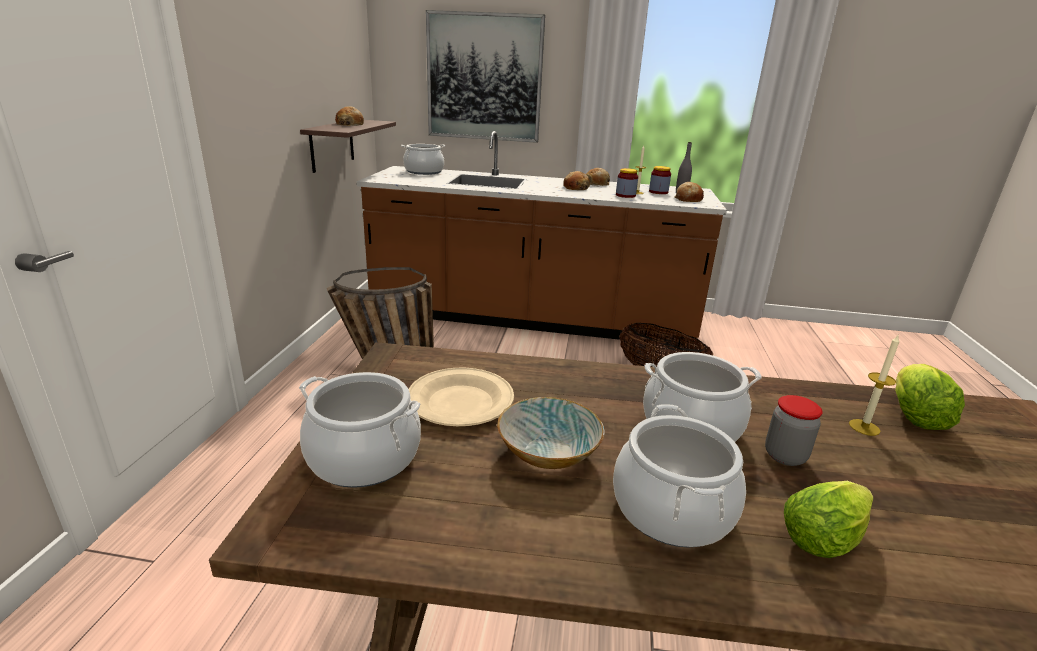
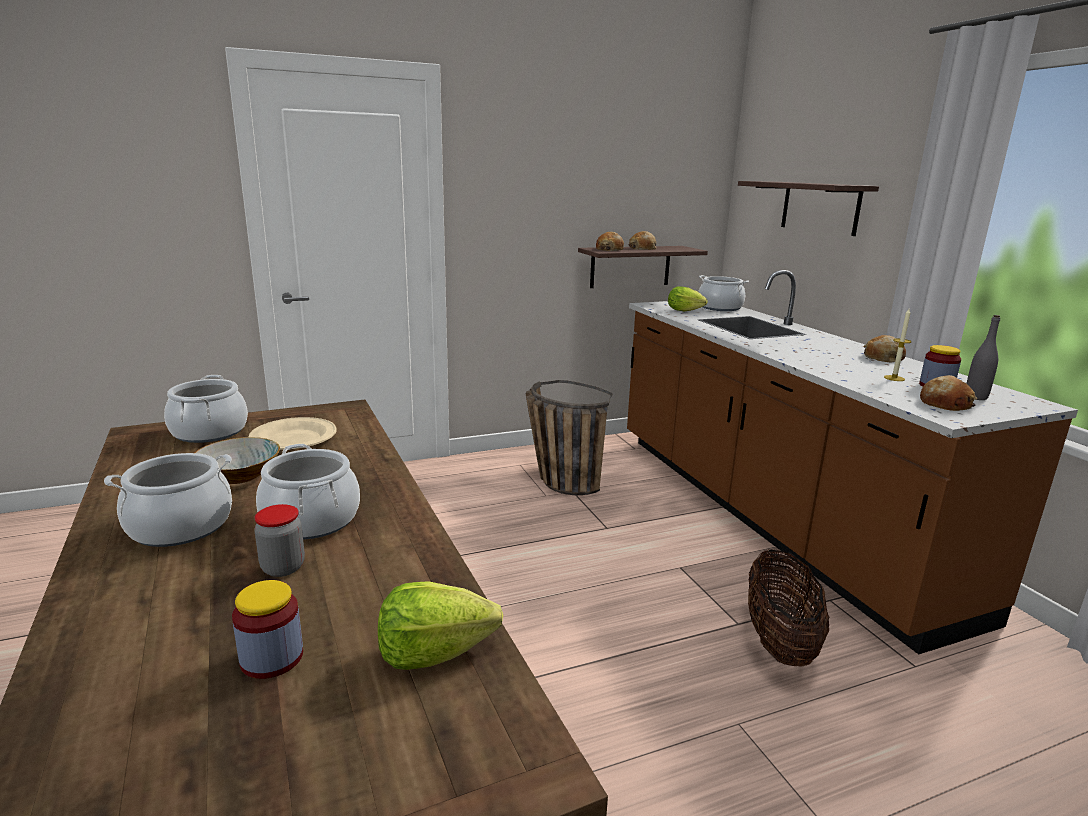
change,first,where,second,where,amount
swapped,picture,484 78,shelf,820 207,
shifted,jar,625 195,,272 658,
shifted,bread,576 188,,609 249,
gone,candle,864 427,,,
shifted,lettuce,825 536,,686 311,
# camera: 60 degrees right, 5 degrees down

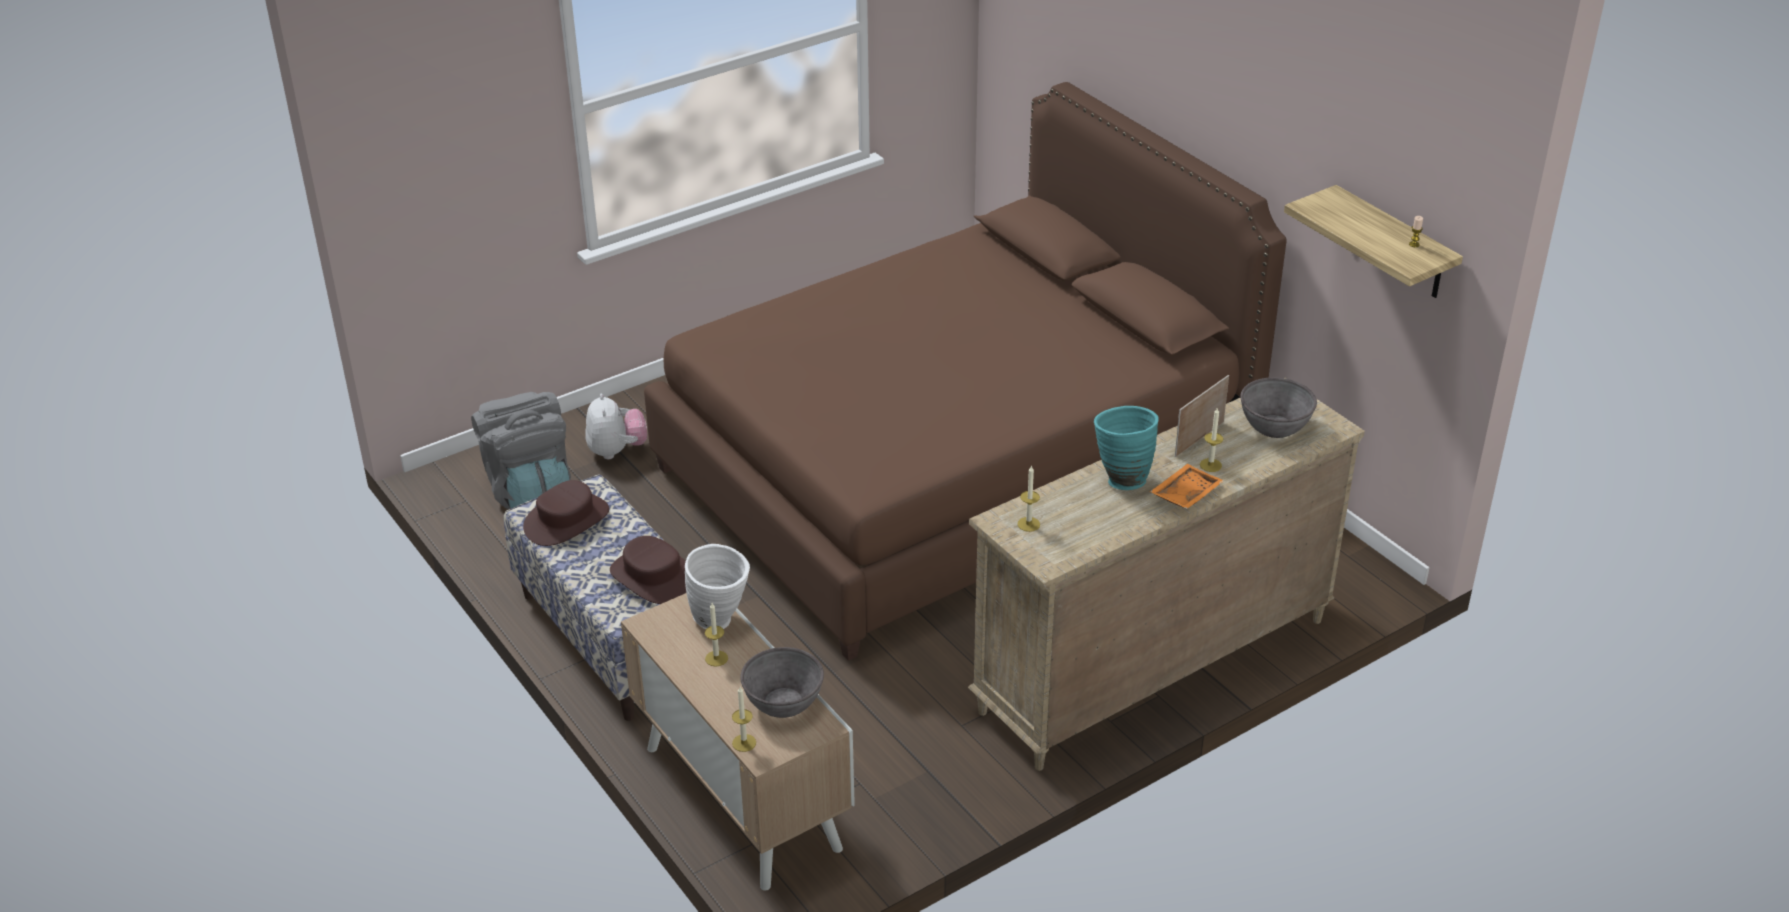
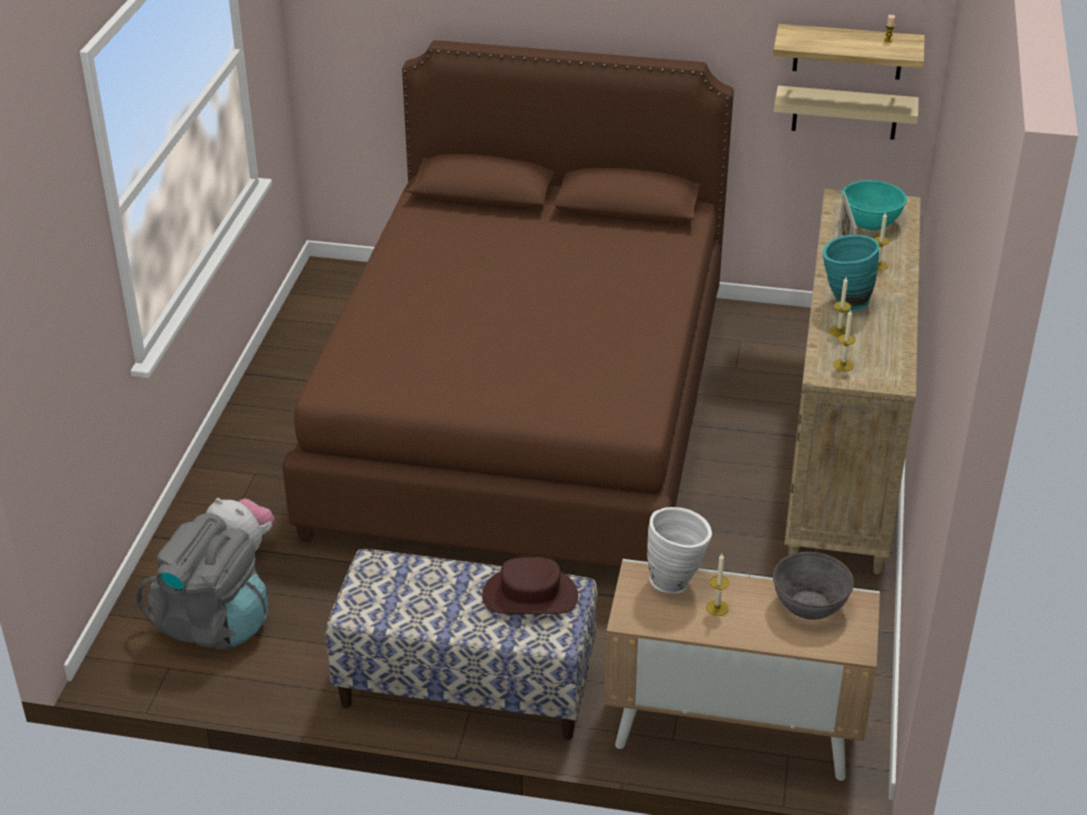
change,first,where,second,where,amount
repainted,bowl in grey,1275 426,bowl in turquoise,870 221,
gone,tray in orange,1184 494,,,
gone,hat in brown,567 520,,,
shifted,candle,744 743,,839 331,
new,,,shelf in beige,845 112,
# camera: 45 degrees left, 0 degrees up

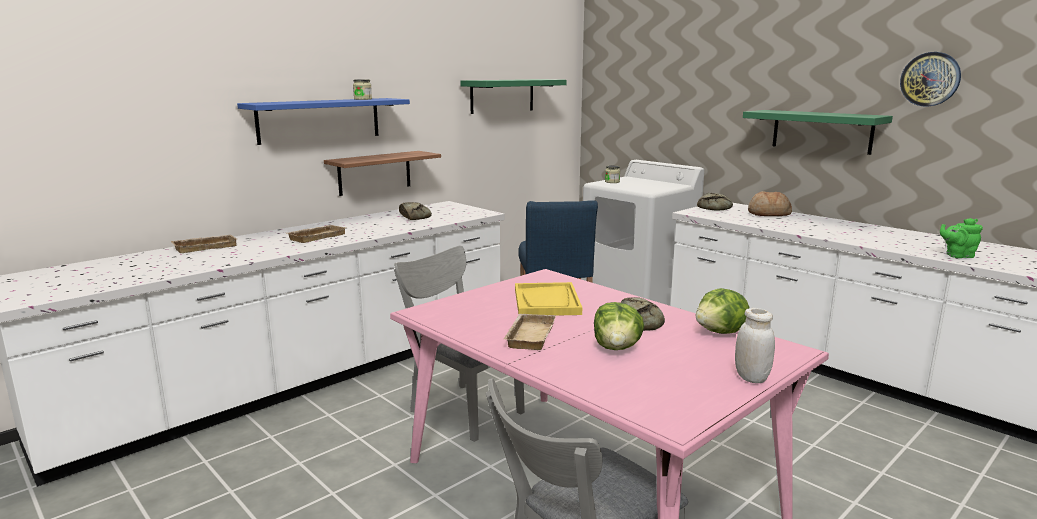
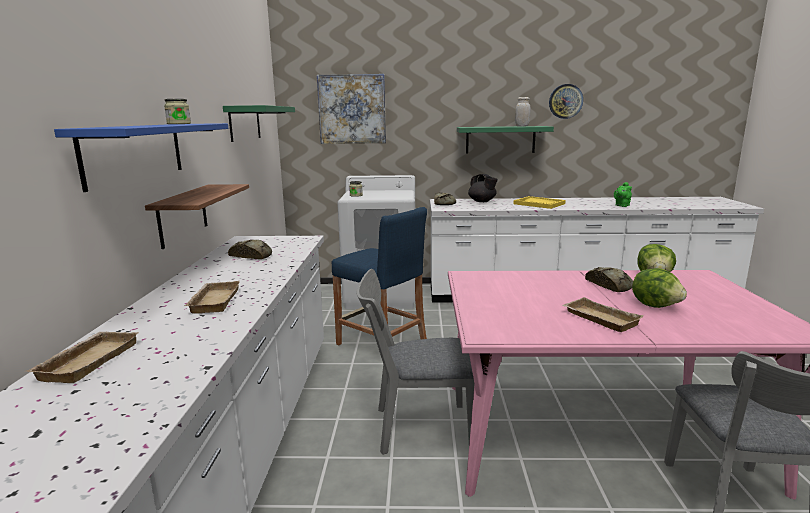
change,first,where,second,where,amount
swapped,bread,768 214,teapot in black,482 201,
shifted,tray in yellow,547 302,,539 204,
shifted,jar in white,751 378,,522 126,
new,,,picture,352 109,
# camera: 45 degrees left, 0 degrees up

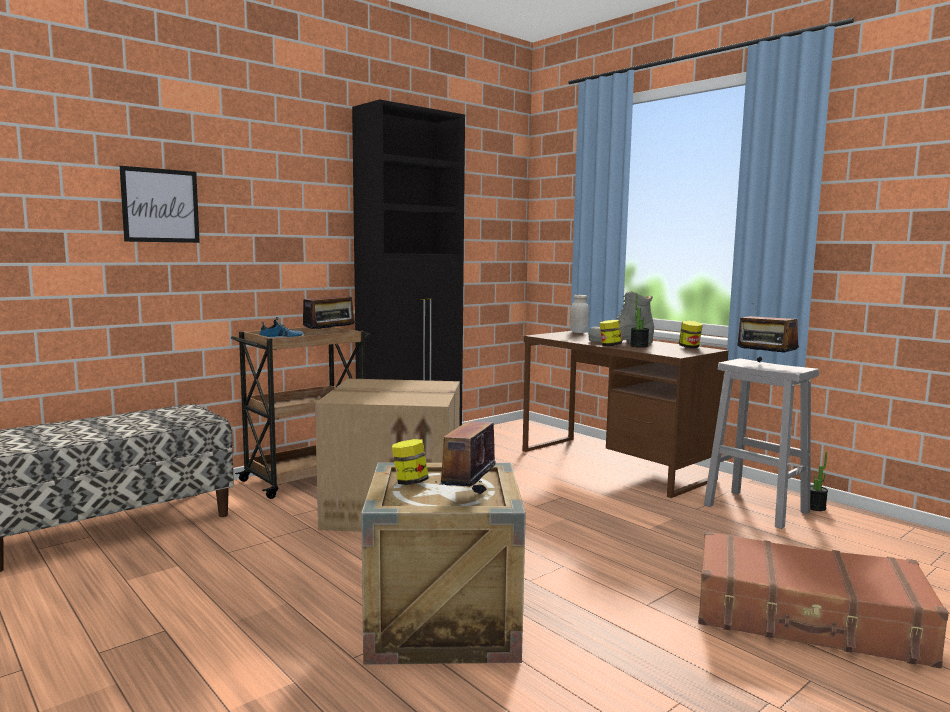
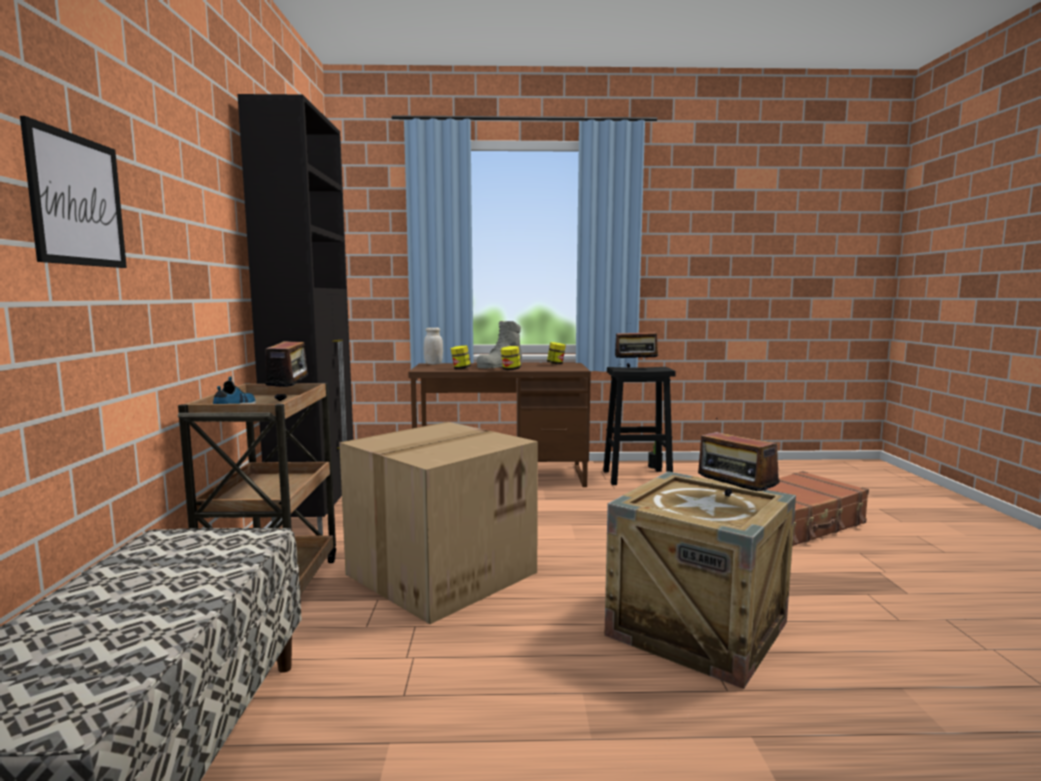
change,first,where,second,where,amount
gone,potted plant,639 346,,,
repainted,stool in white,758 509,stool in black,638 477,
shifted,jar,410 482,,460 369,
# camera: 50 degrees left, 0 degrees up

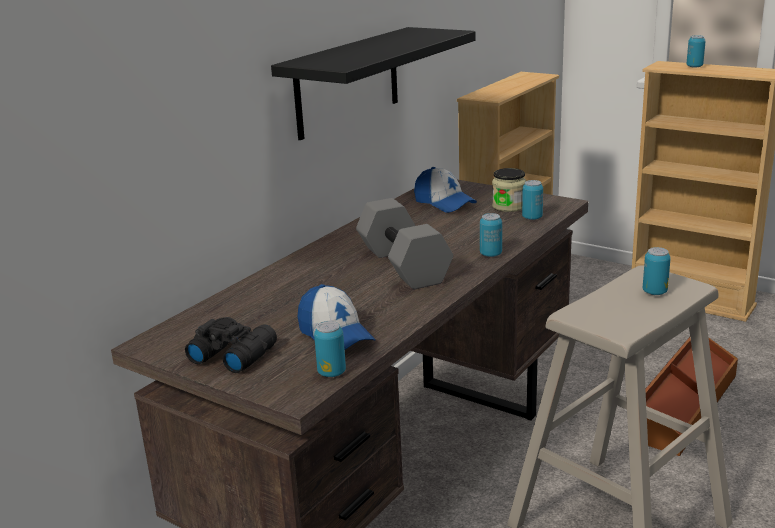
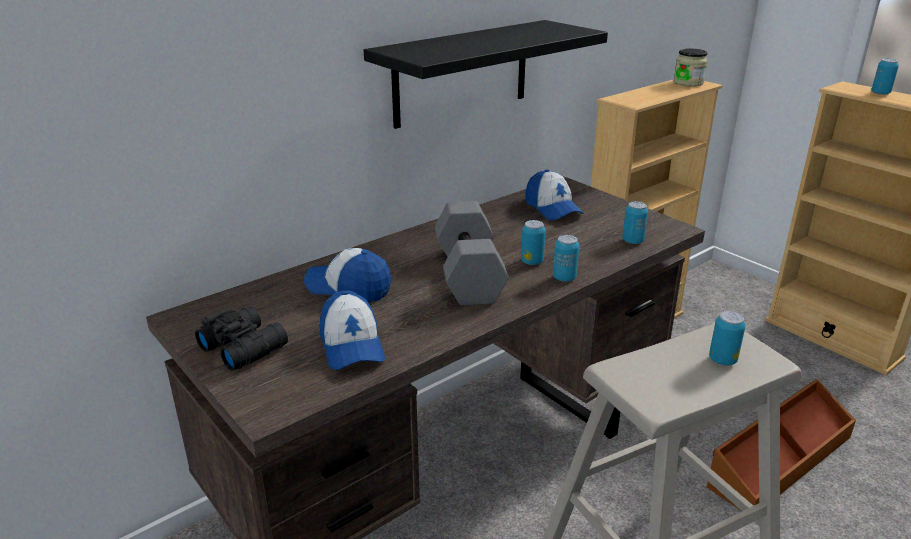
change,first,where,second,where,amount
shifted,jar,508 206,,688 83,
shifted,can,331 372,,532 261,
new,,,cap,349 287,
# camera: 15 degrees right, 5 degrees up

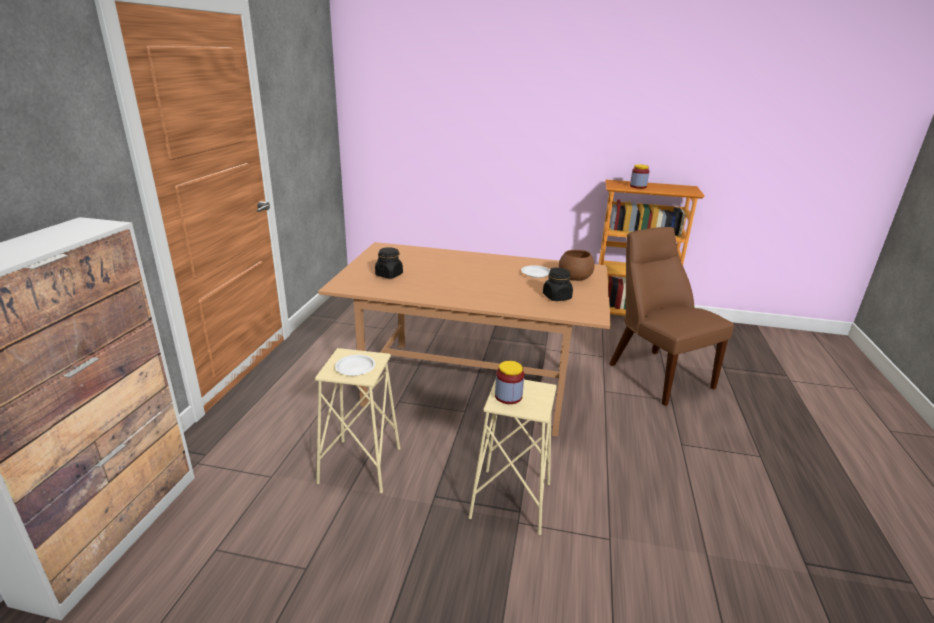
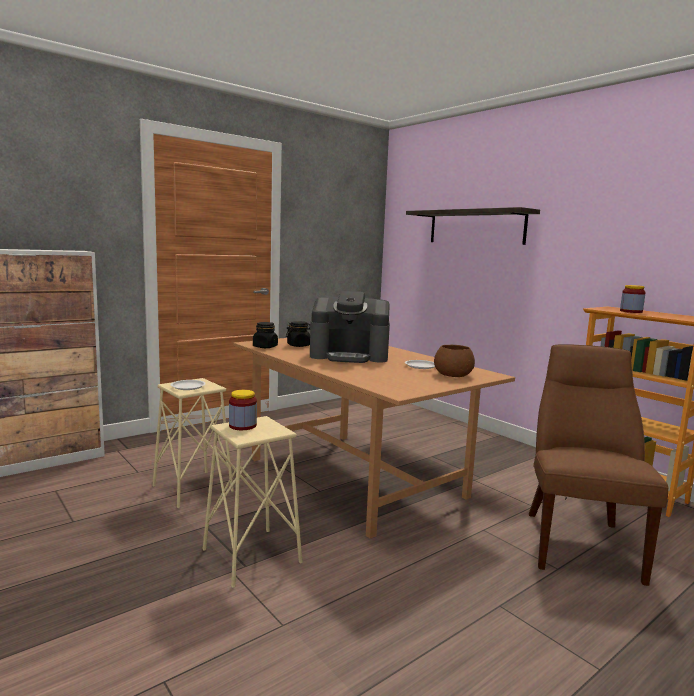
change,first,where,second,where,amount
shifted,jar in black,557 297,,265 347,
new,,,shelf,475 227,
new,,,coffee machine,350 355,
# camera: 40 degrees right, 15 degrees down

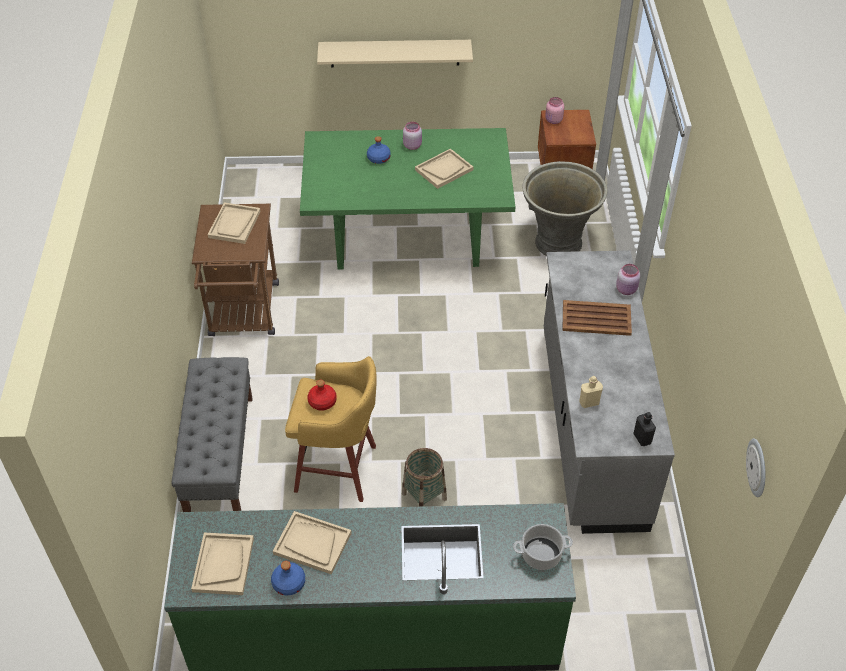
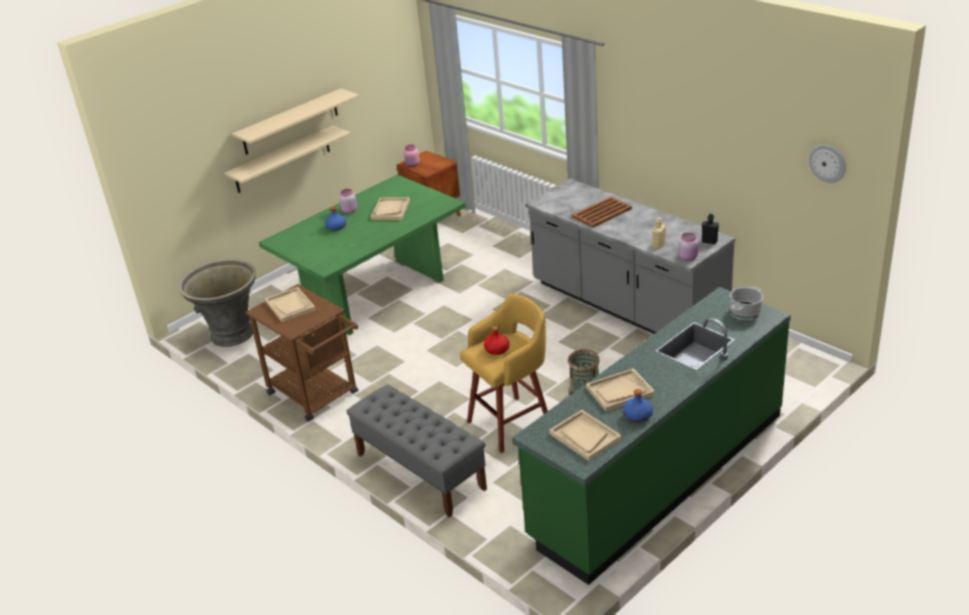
change,first,where,second,where,amount
shifted,planter in grey,558 242,,231 334,
shifted,jar in pink,627 290,,688 257,
new,,,shelf in beige,290 122,
# camera: 40 degrees left, 15 degrees down

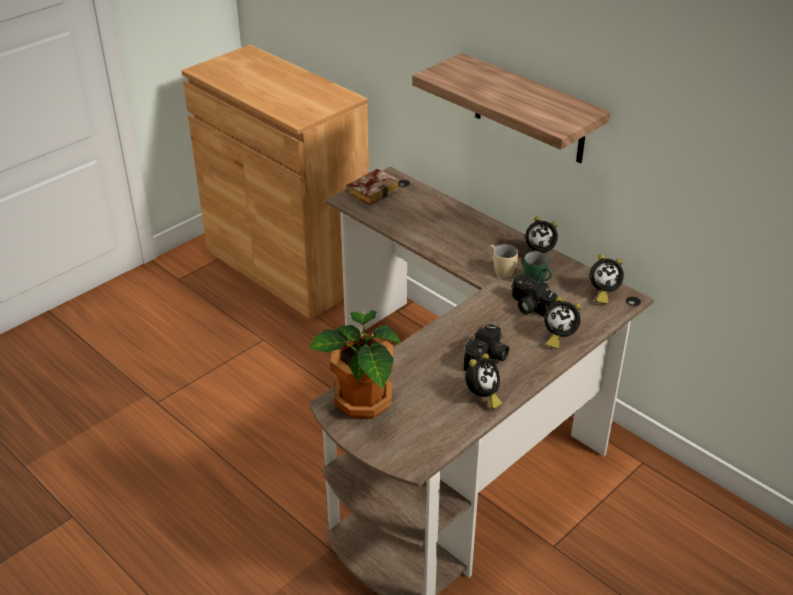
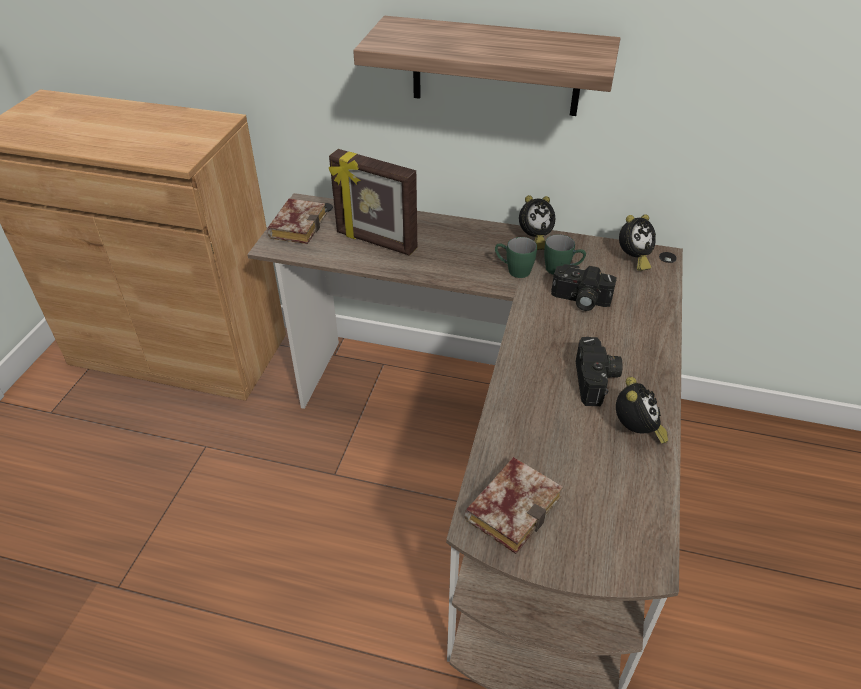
change,first,where,second,where,amount
repainted,mug in beige,500 270,mug in green,513 270,
gone,alarm clock,558 337,,,
swapped,potted plant,362 403,book,513 505,
new,,,picture frame,375 242,
# camera: 30 degrees left, 5 degrees up

